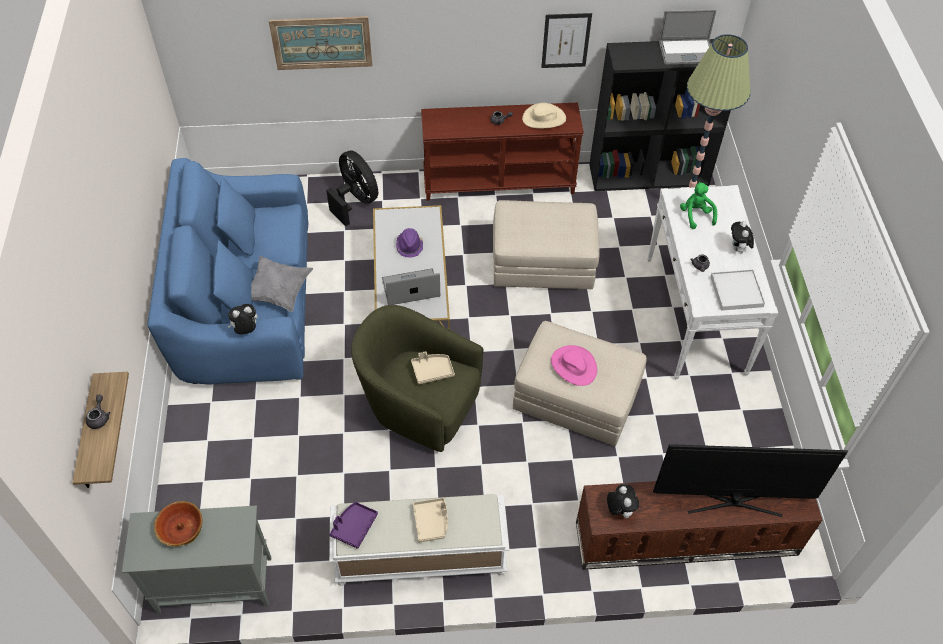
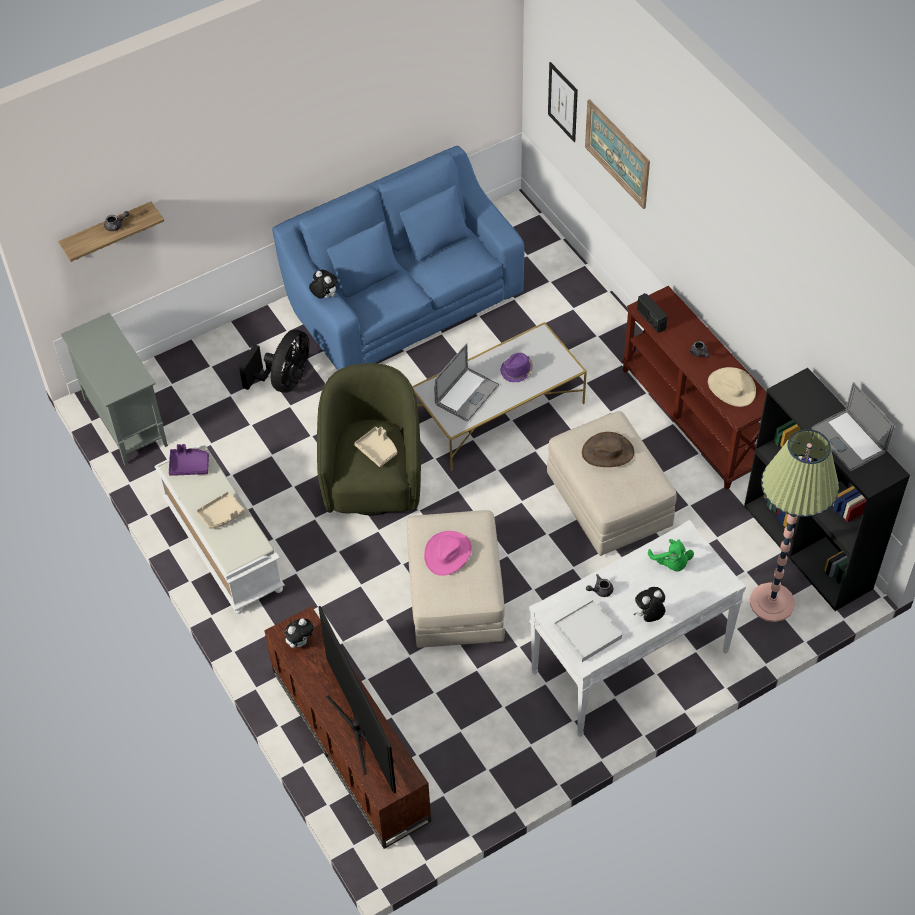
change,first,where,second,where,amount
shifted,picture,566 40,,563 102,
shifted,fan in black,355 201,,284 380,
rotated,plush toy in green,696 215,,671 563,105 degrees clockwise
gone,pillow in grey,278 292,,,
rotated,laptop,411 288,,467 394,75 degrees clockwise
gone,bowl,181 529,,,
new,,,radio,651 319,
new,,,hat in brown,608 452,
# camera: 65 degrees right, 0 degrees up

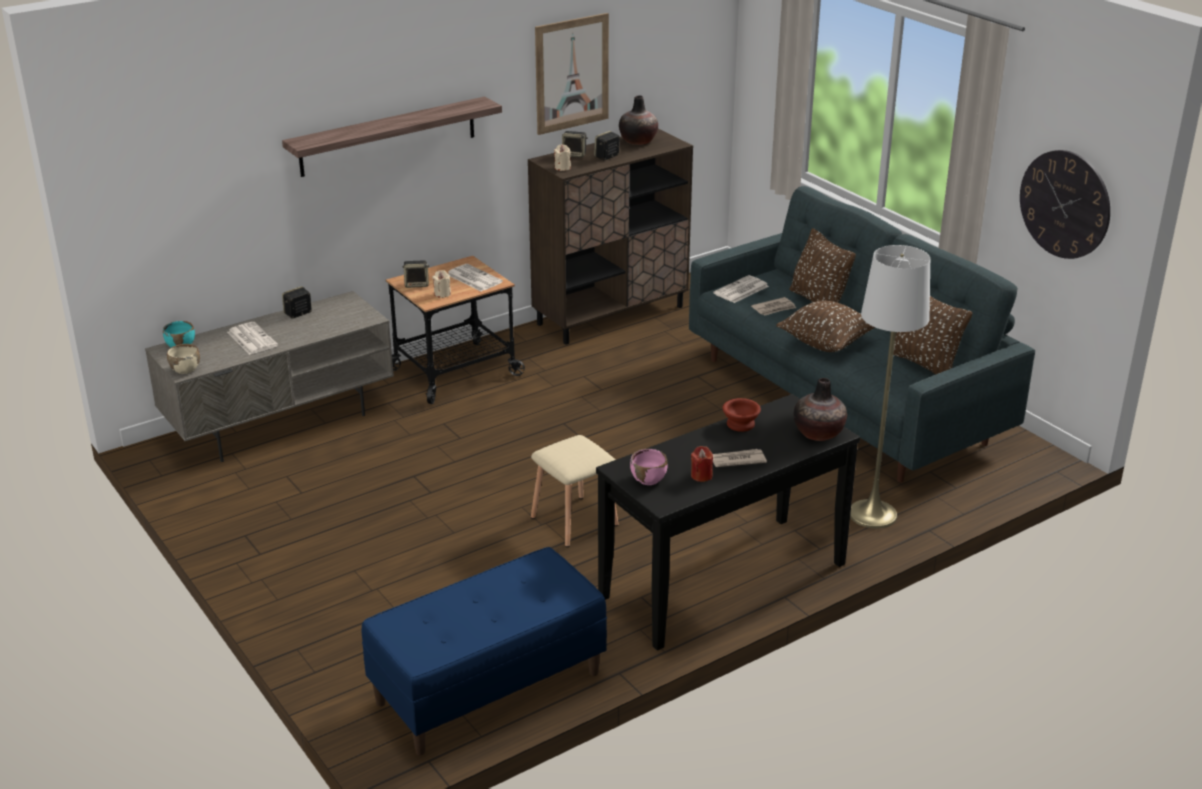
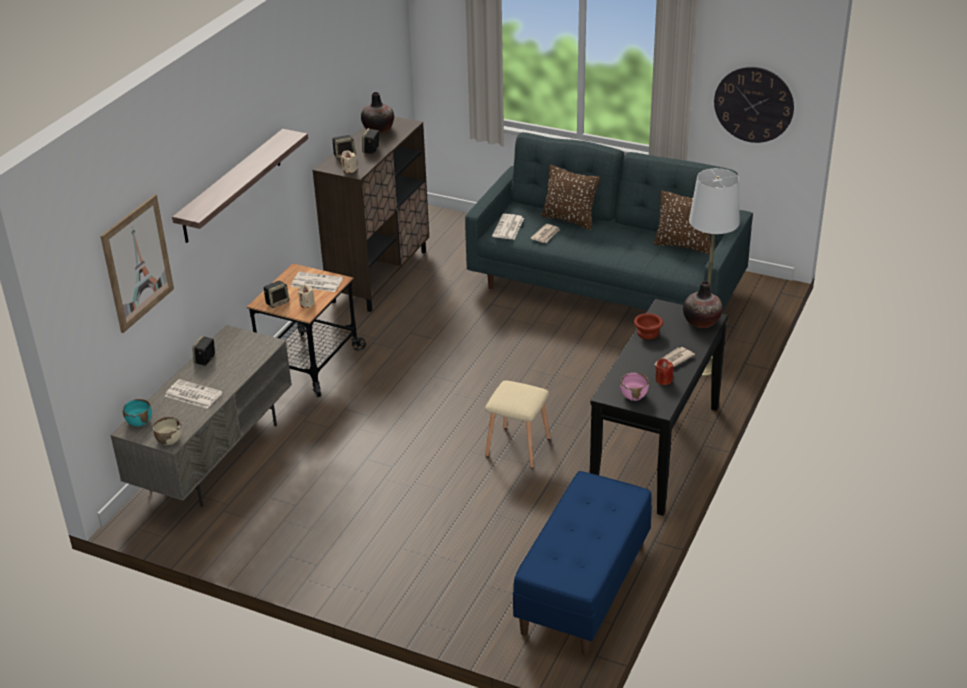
change,first,where,second,where,amount
shifted,picture,572 73,,137 263,
gone,pillow in brown,826 343,,,
# camera: 30 degrees left, 5 degrees up

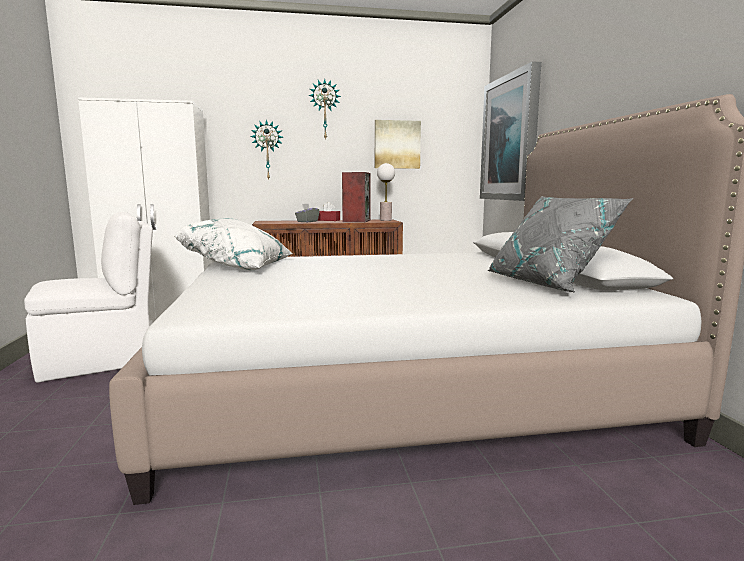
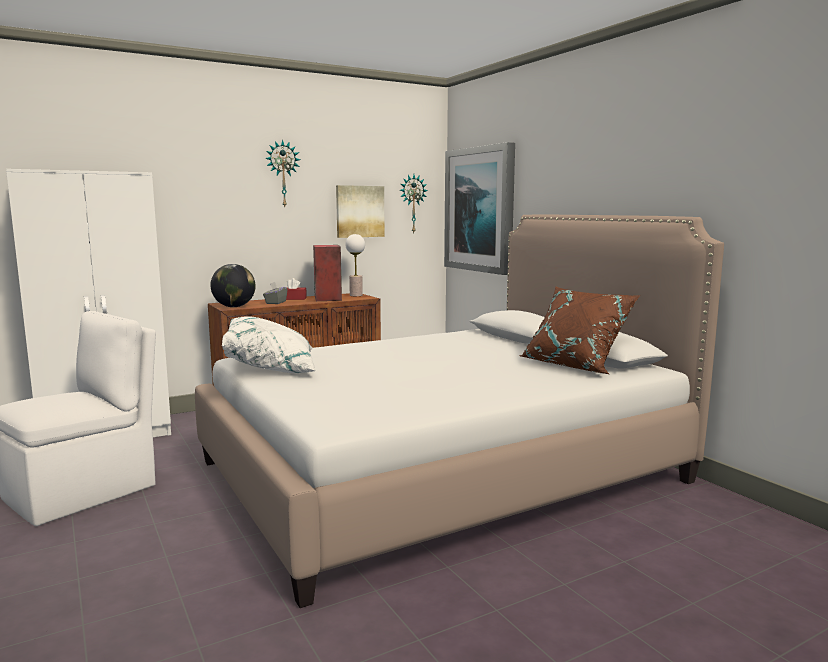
change,first,where,second,where,amount
shifted,wall clock,267 150,,412 203,
repainted,pillow in grey,549 284,pillow in brown,575 365,
new,,,globe,234 307,
# camera: 20 degrees left, 0 degrees up

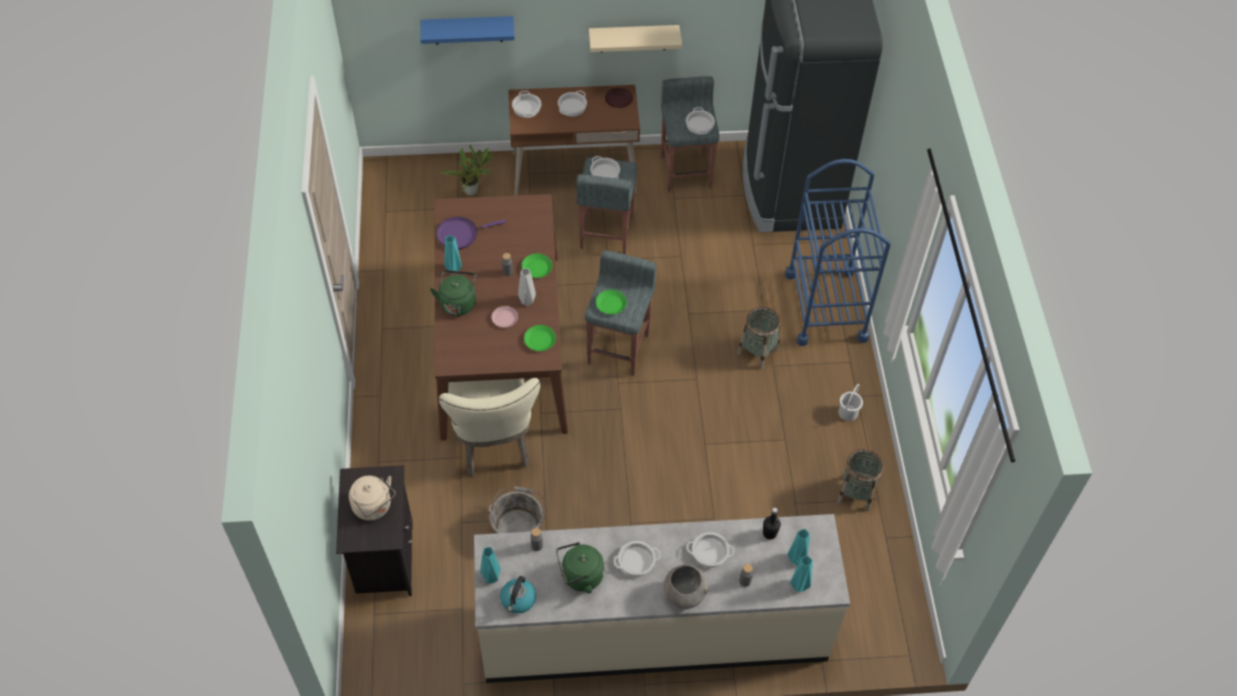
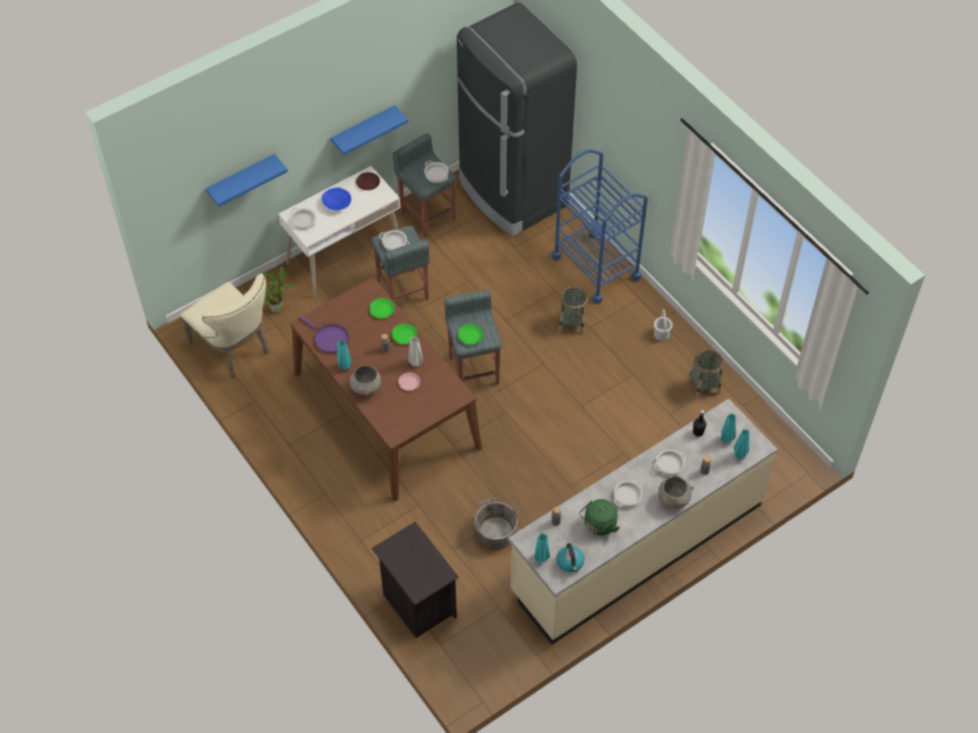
change,first,where,second,where,amount
repainted,shelf in beige,633 38,shelf in blue,363 130,
repainted,desk in brown,574 172,desk in white,345 256,
swapped,cooking pot,572 107,bowl in blue,337 204,
rotated,frying pan in purple,460 234,,329 339,90 degrees counterclockwise
swapped,kettle in green,458 302,bowl in grey,366 388,
shifted,plate in green,539 340,,382 310,
shifted,chair in beige,493 443,,234 350,
gone,kettle in beige,374 507,,,
# camera: 30 degrees left, 0 degrees up

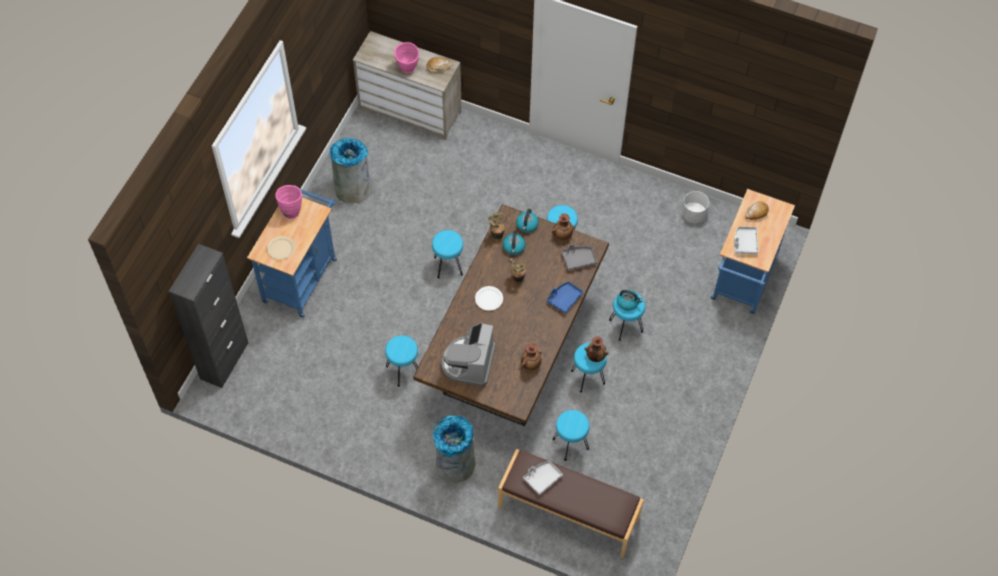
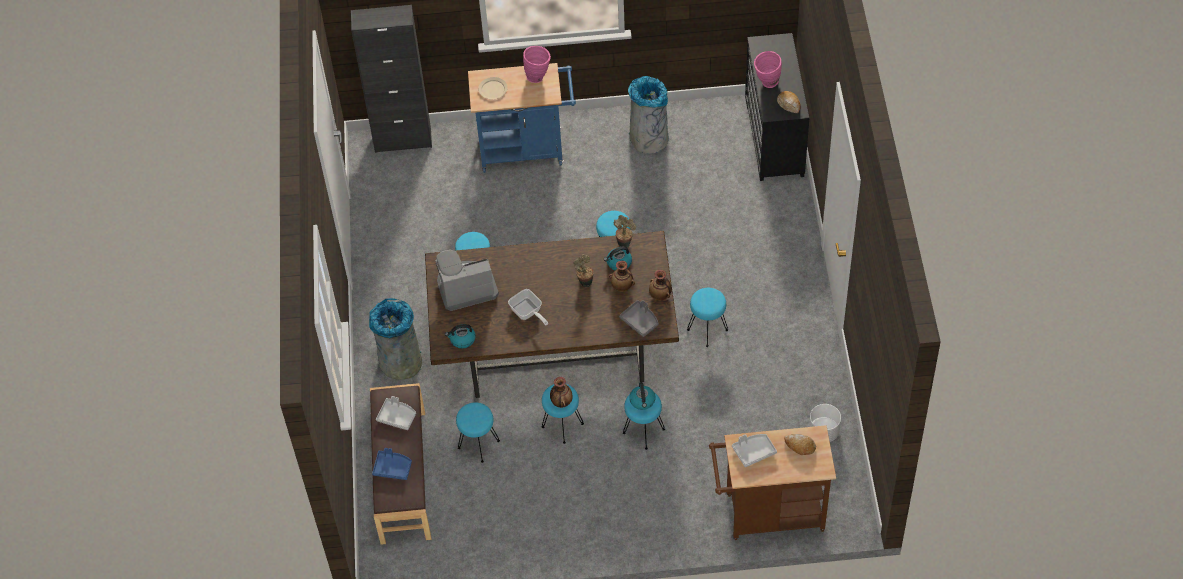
change,first,where,second,where,amount
repainted,dresser in beige,410 110,dresser in black,775 136,
repainted,cart in blue,742 283,cart in brown,768 514,
shifted,kettle,527 225,,462 340,
shifted,tray in blue,564 299,,392 468,
gone,plate in white,489 299,,,
shifted,vase,530 364,,622 286,
new,,,frying pan,528 313,
# camera: 65 degrees right, 5 degrees down

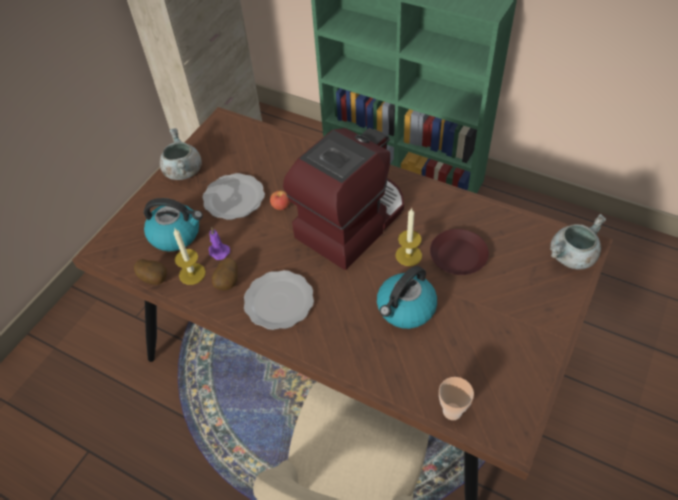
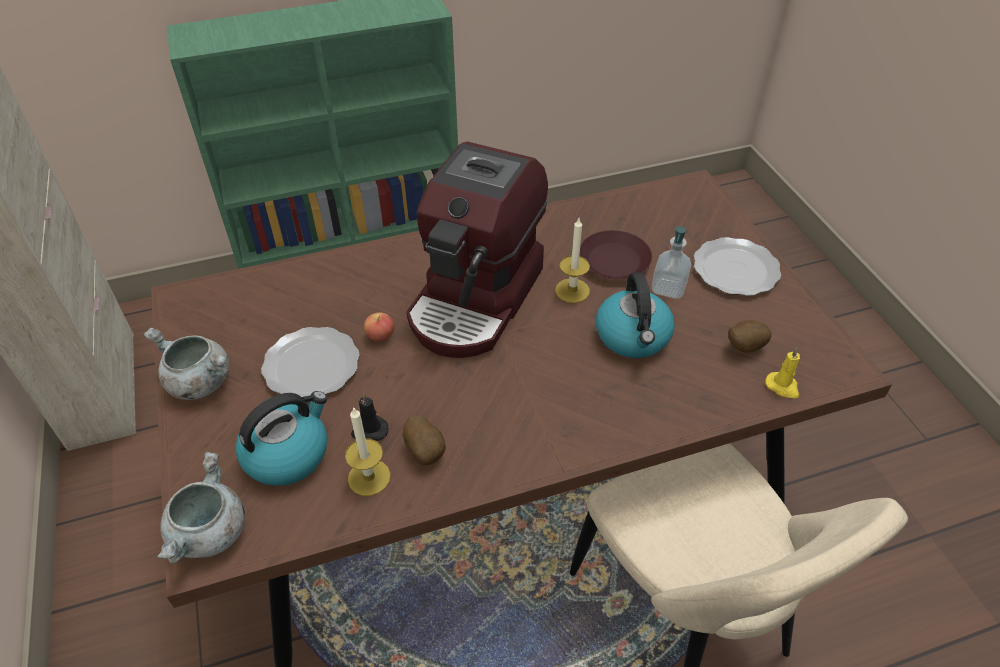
change,first,where,second,where,amount
rotated,coffee machine,350 222,,477 300,150 degrees counterclockwise
shifted,cooking pot in grey,571 257,,210 534,
repainted,candle in purple,218 251,candle in black,369 431,
shifted,potato,155 278,,743 347,
shifted,plate,280 301,,735 268,
swapped,cup,452 411,candle in yellow,783 387,
new,,,soap dispenser,668 288,
# camera: 50 degrees left, 5 degrees down

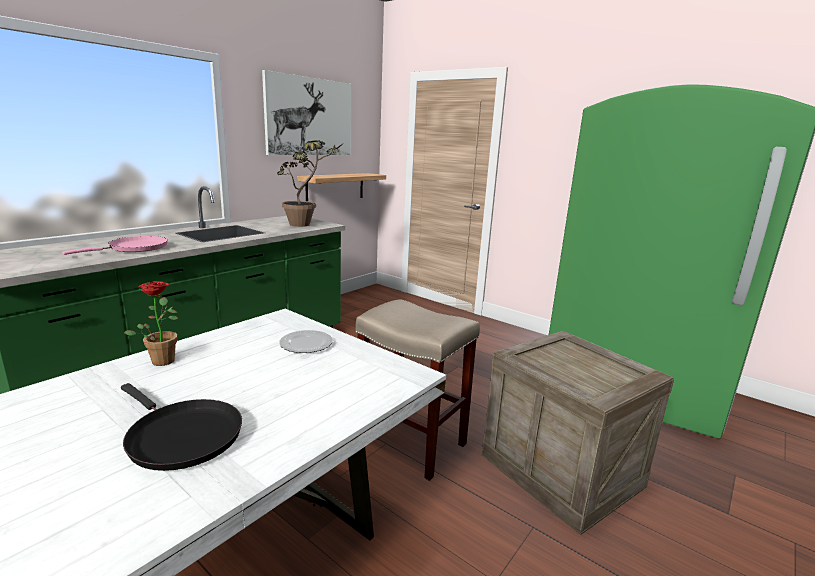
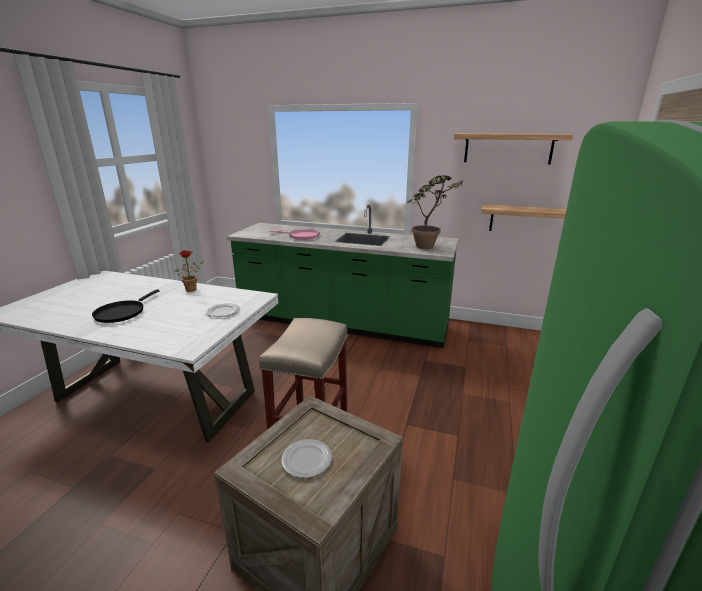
change,first,where,second,where,amount
swapped,picture,309 117,shelf,508 148,
new,,,plate,307 460,
# camera: 70 degrees right, 5 degrees up

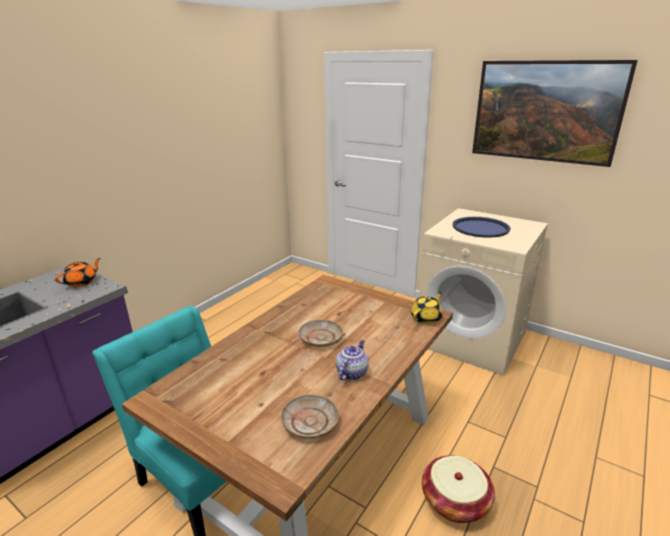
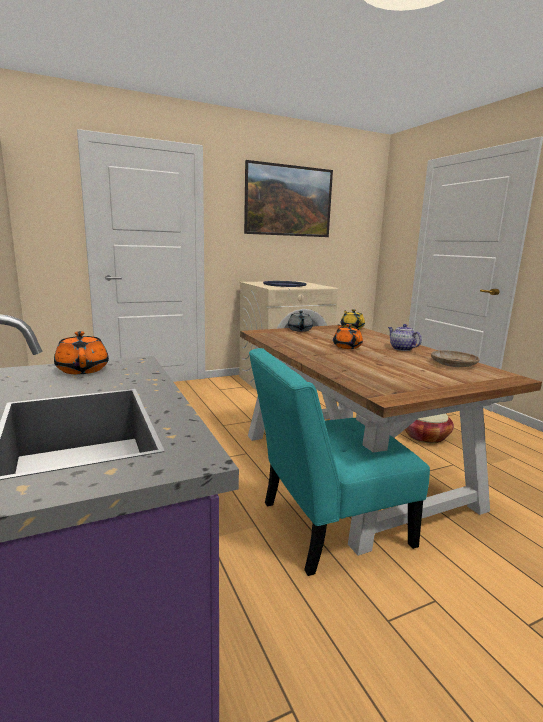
change,first,where,second,where,amount
swapped,plate in beige,320 338,teapot in orange,346 346,
new,,,teapot in grey,299 330,
# camera: 60 degrees left, 10 degrees down

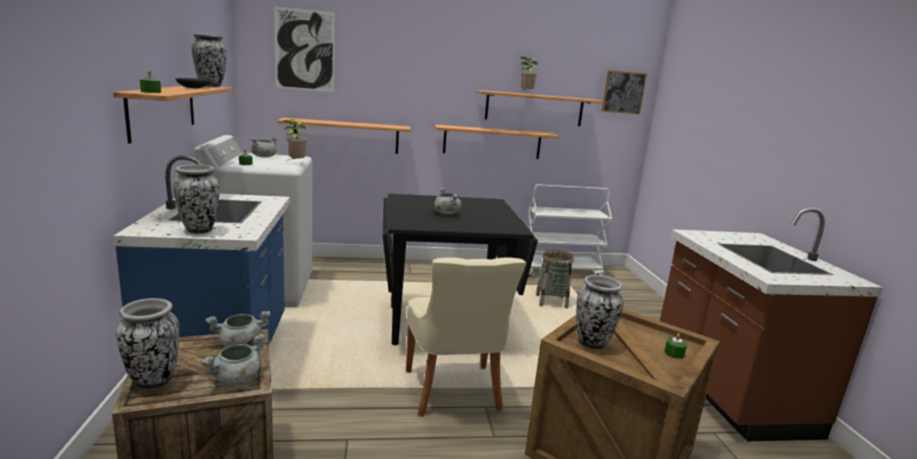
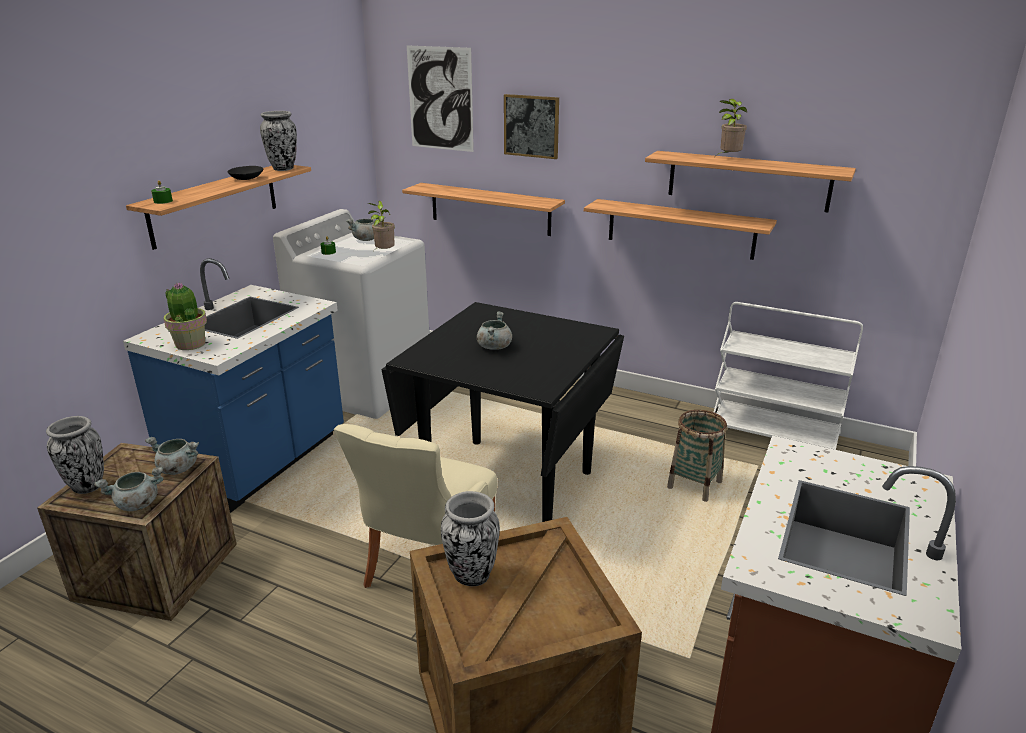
change,first,where,second,where,amount
shifted,picture,623 92,,531 126,
swapped,vase,199 230,potted plant,190 344,
gone,candle in green,674 353,,,
# camera: 35 degrees right, 10 degrees up

